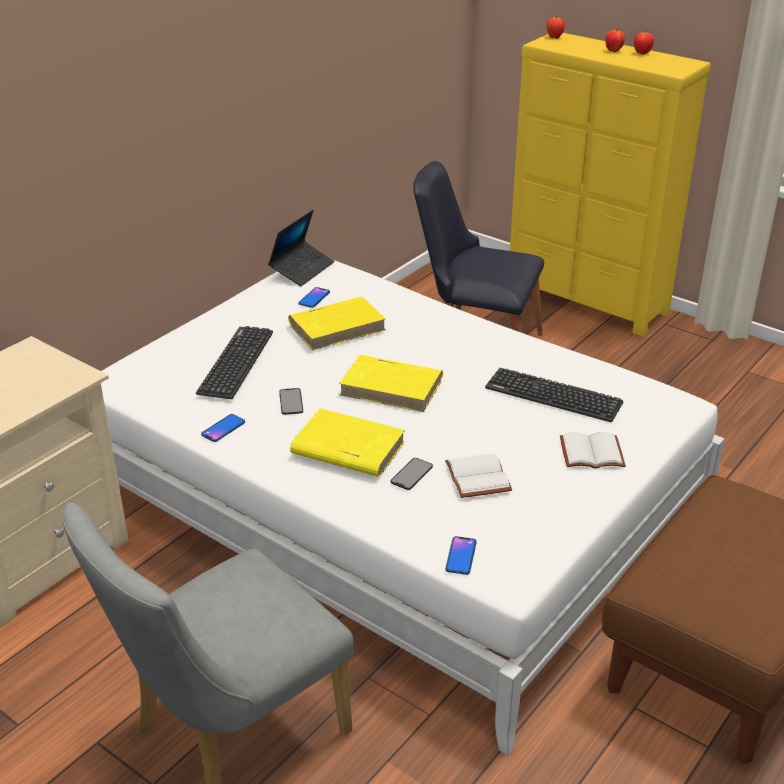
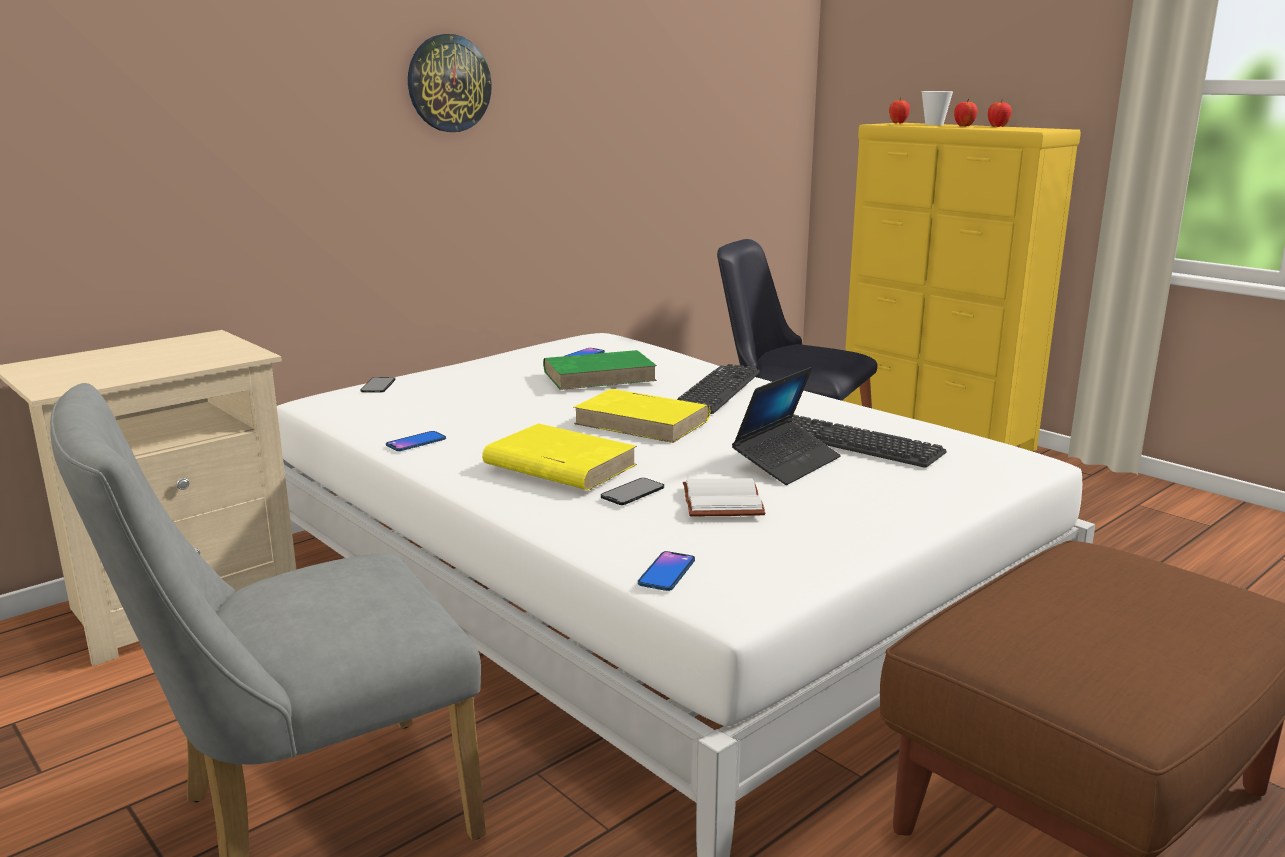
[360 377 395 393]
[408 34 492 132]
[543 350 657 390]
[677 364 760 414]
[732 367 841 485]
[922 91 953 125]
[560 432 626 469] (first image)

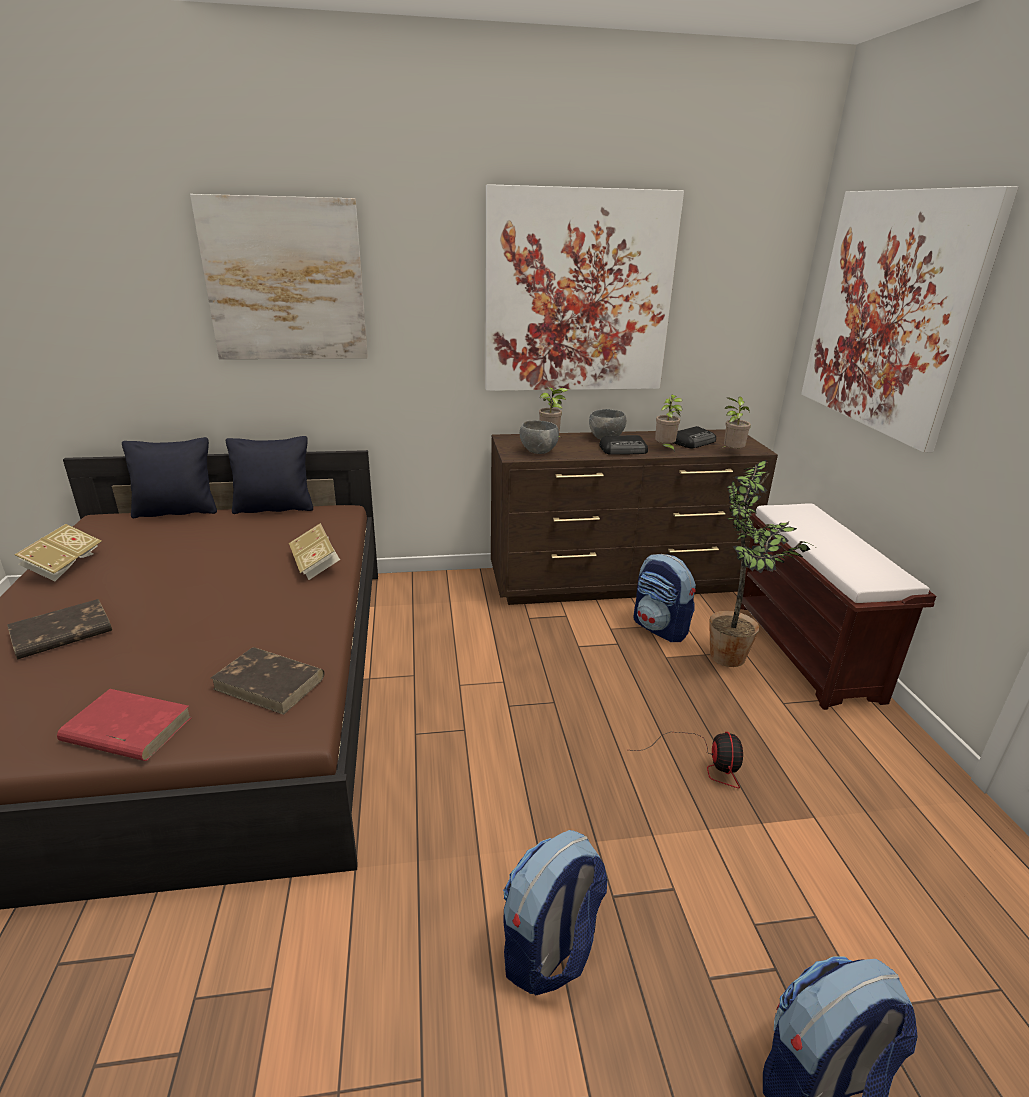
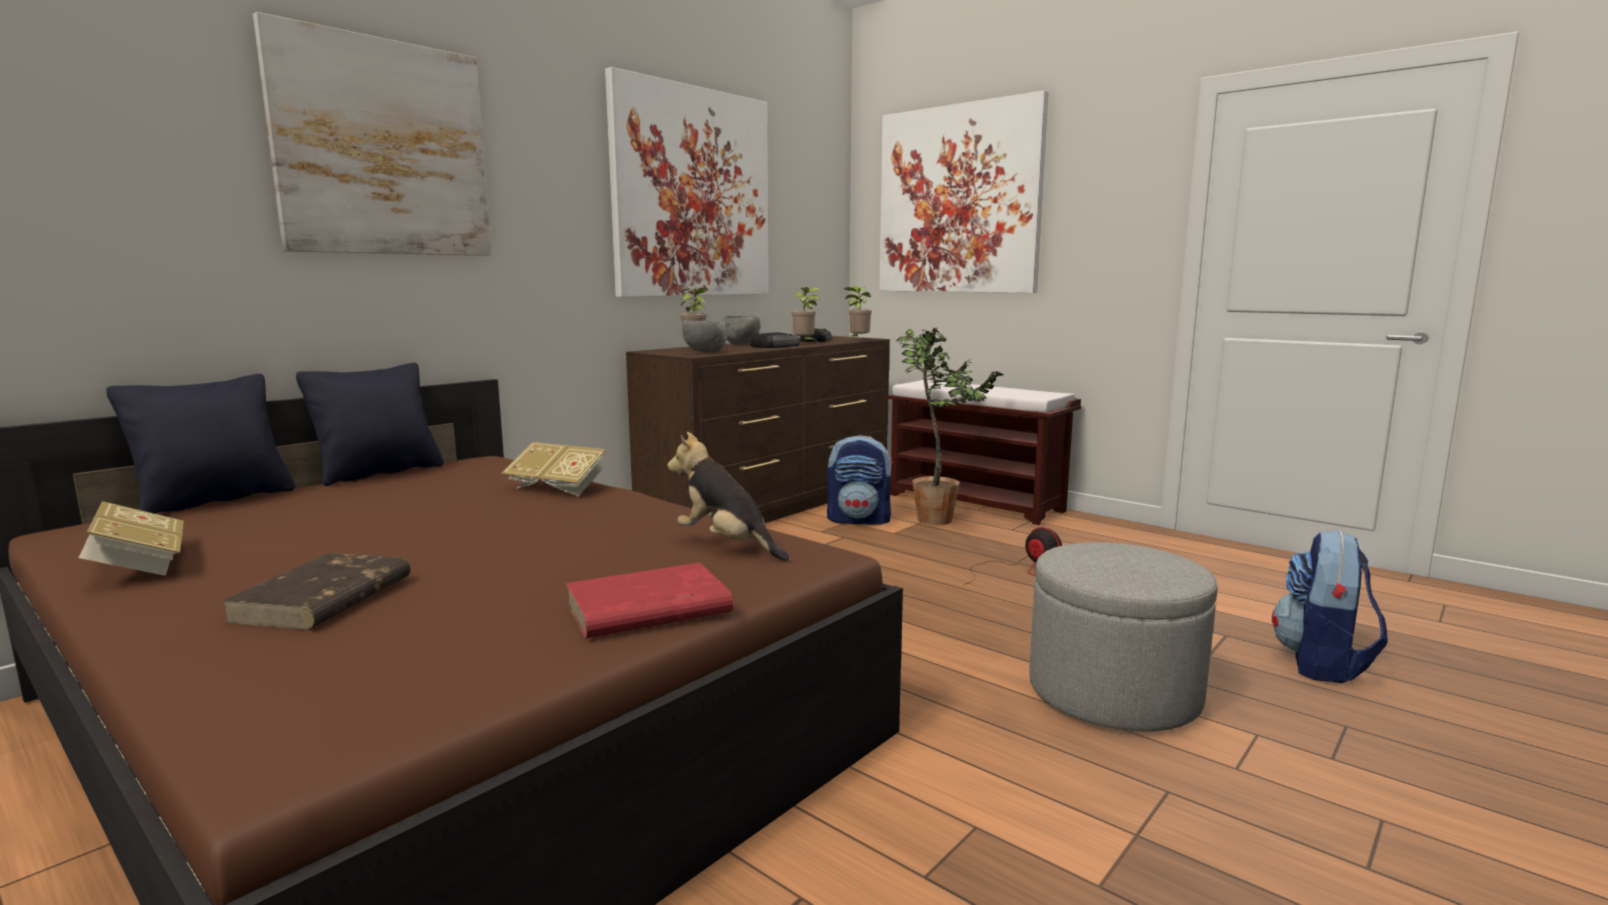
[668 432 789 561]
[1029 542 1218 731]

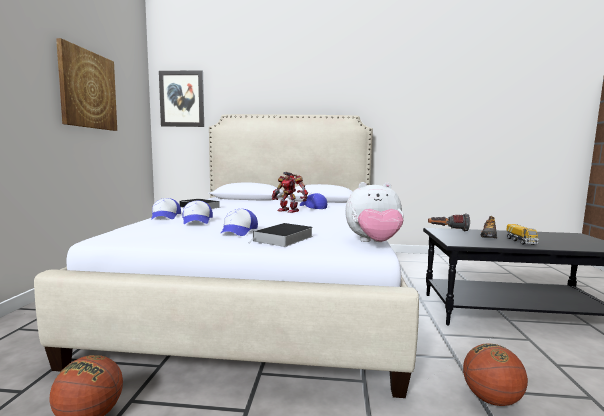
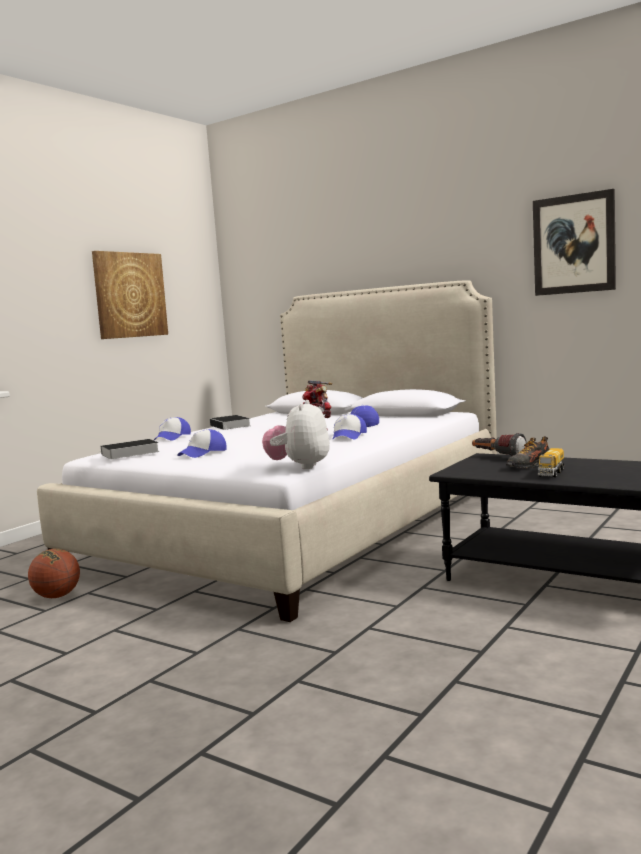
[97 439 160 459]
[262 400 330 469]
[332 414 367 440]
[533 189 616 296]
[463 343 528 406] (first image)

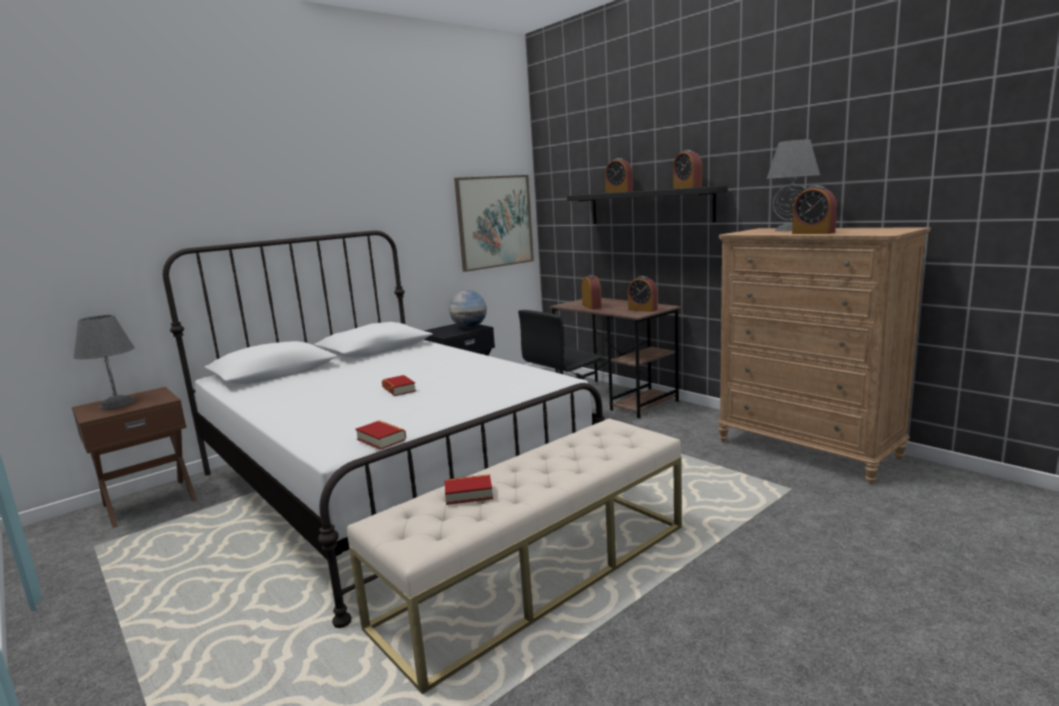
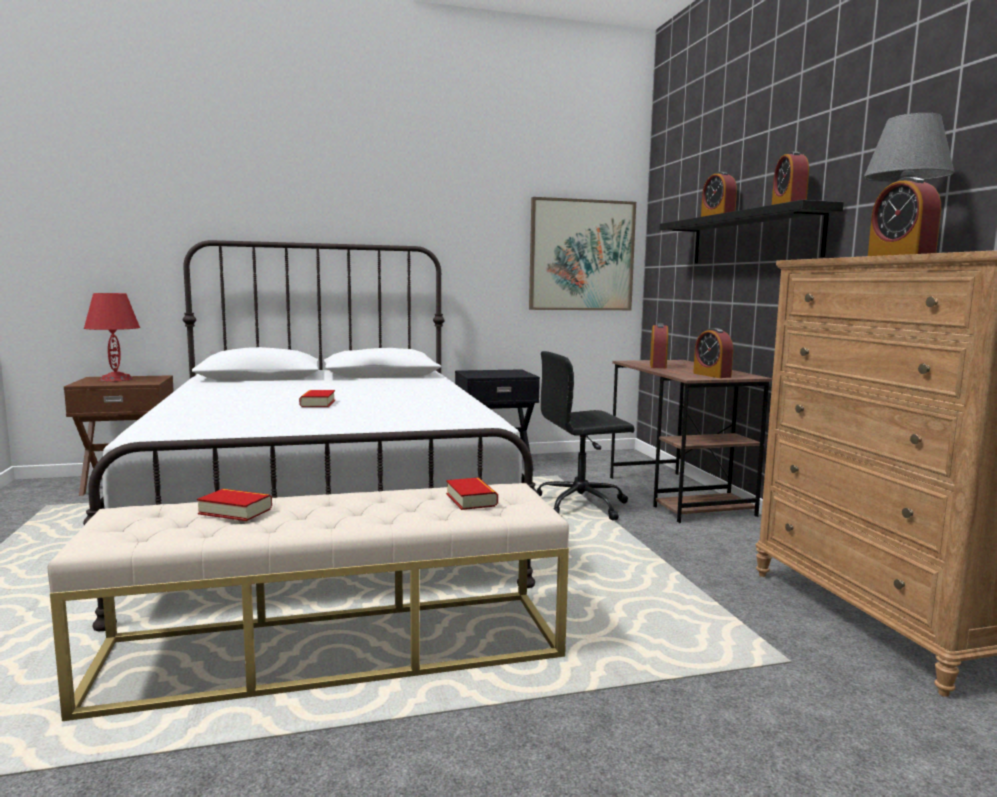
[84 293 140 382]
[446 477 498 510]
[449 290 487 328] (first image)

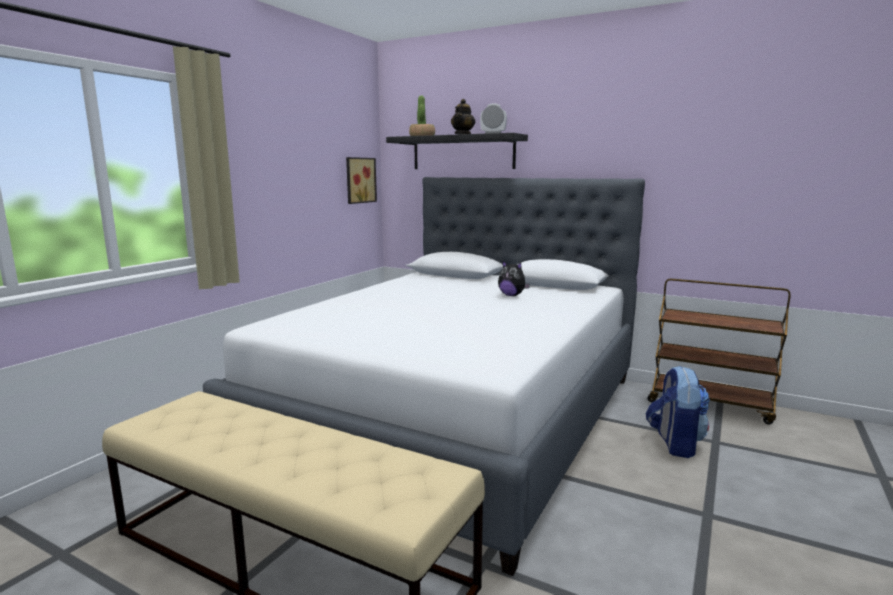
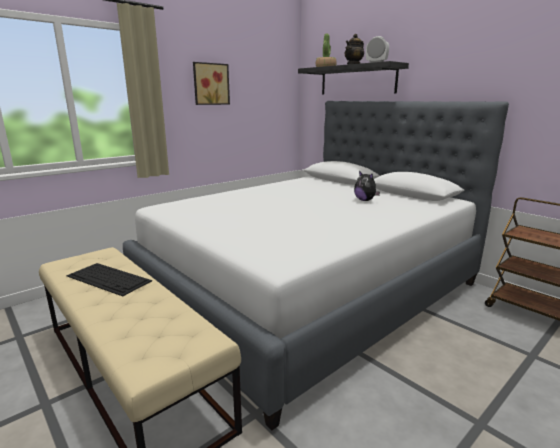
[66 263 152 296]
[193 62 230 105]
[646 365 710 458] (first image)

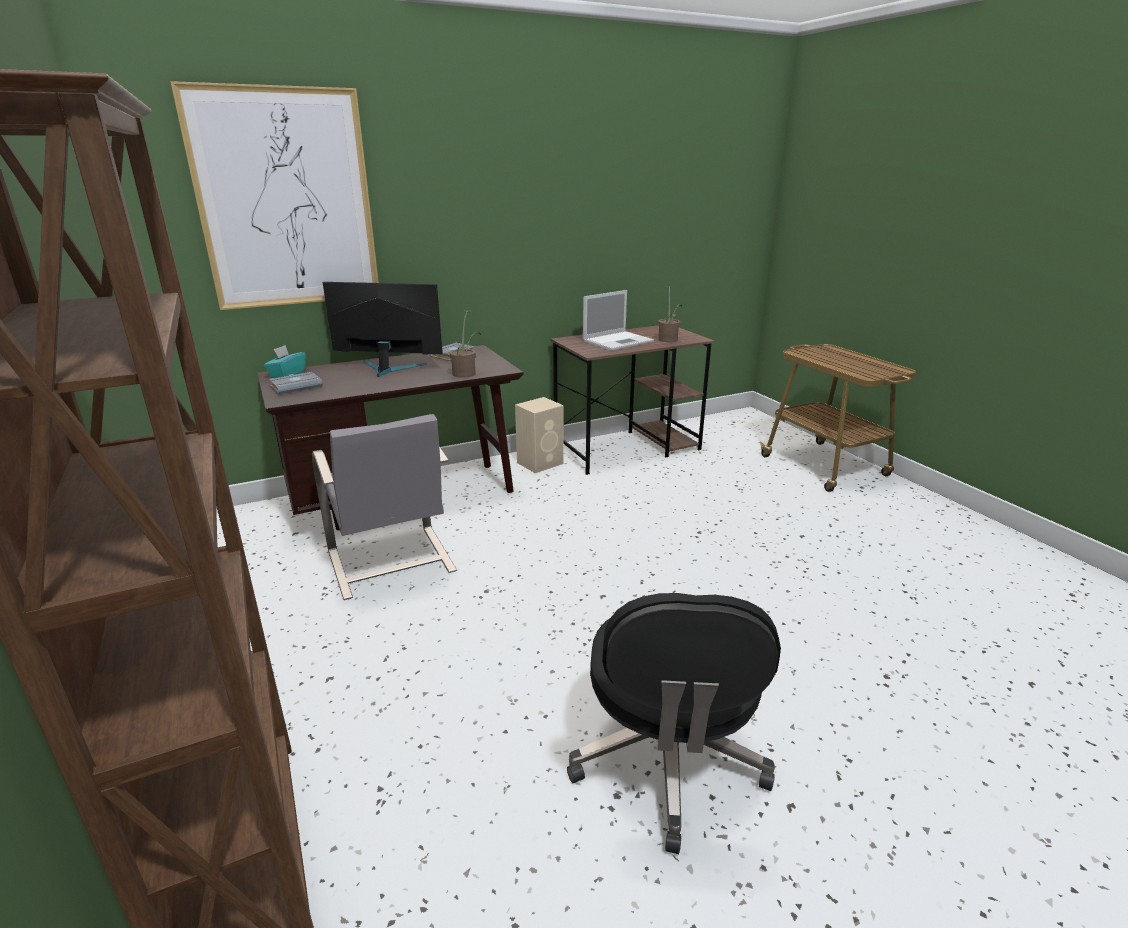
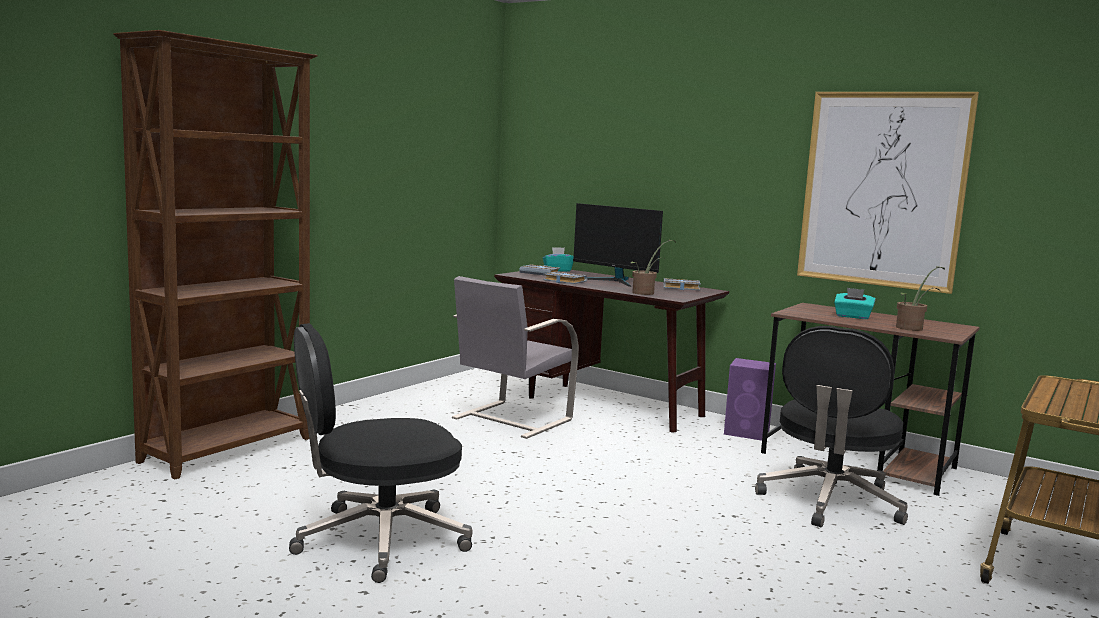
[543 271 588 284]
[573 203 663 287]
[724 358 776 441]
[755 326 908 527]
[797 92 979 294]
[834 288 875 319]

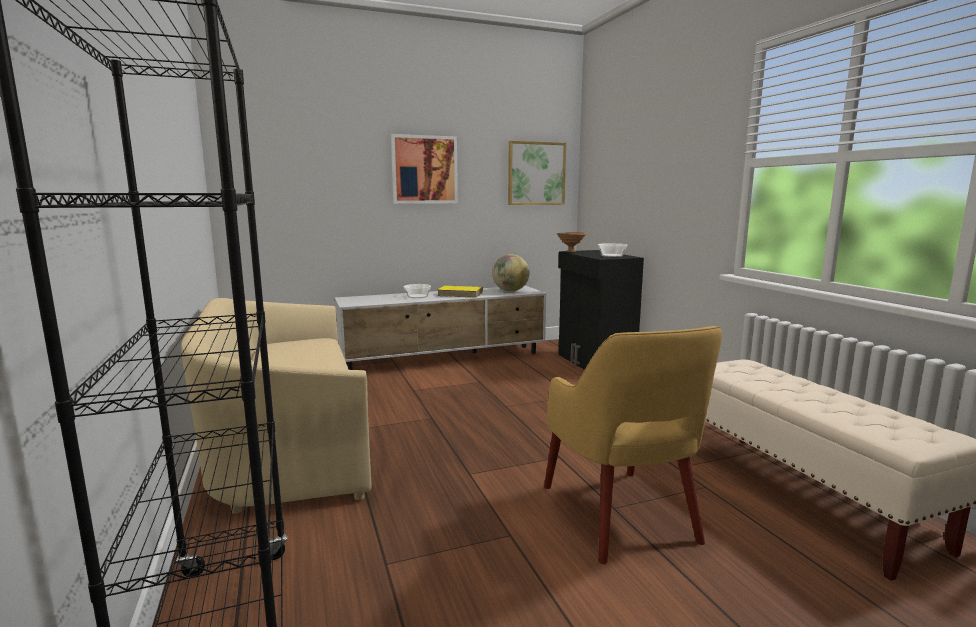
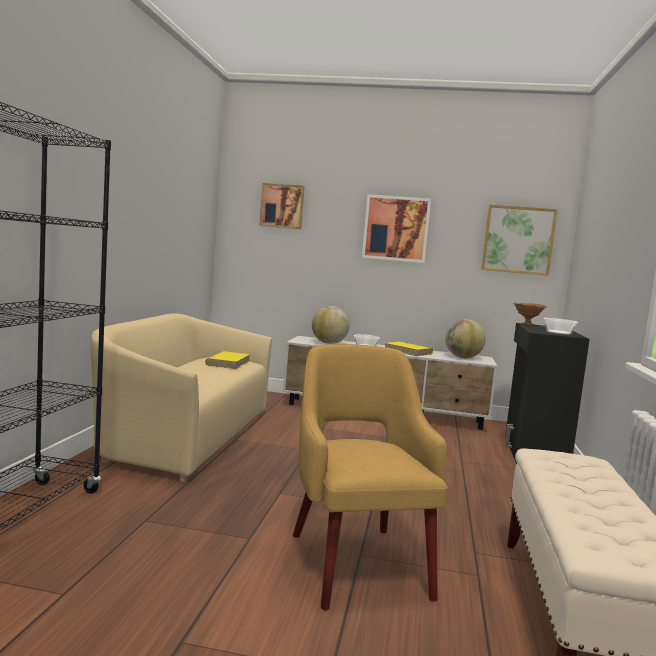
[205 351 250 369]
[259 183 305 229]
[293 344 448 610]
[312 306 350 344]

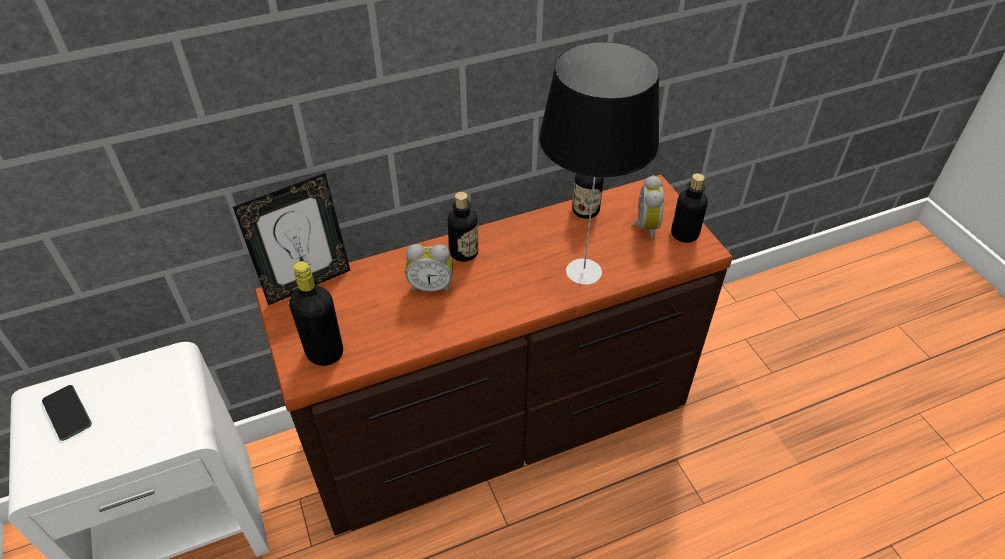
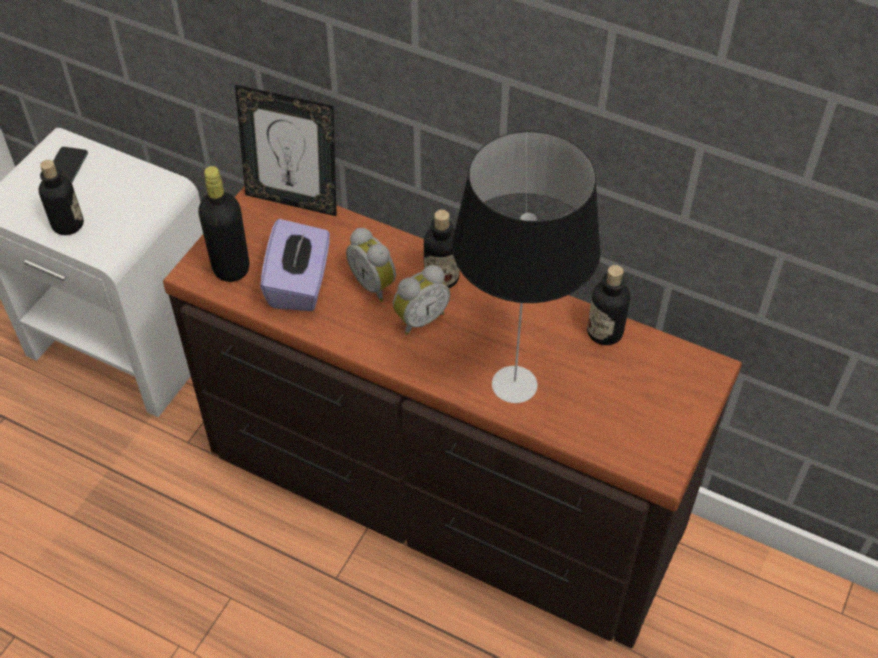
[39 160 84 235]
[260 219 330 311]
[393 265 450 335]

